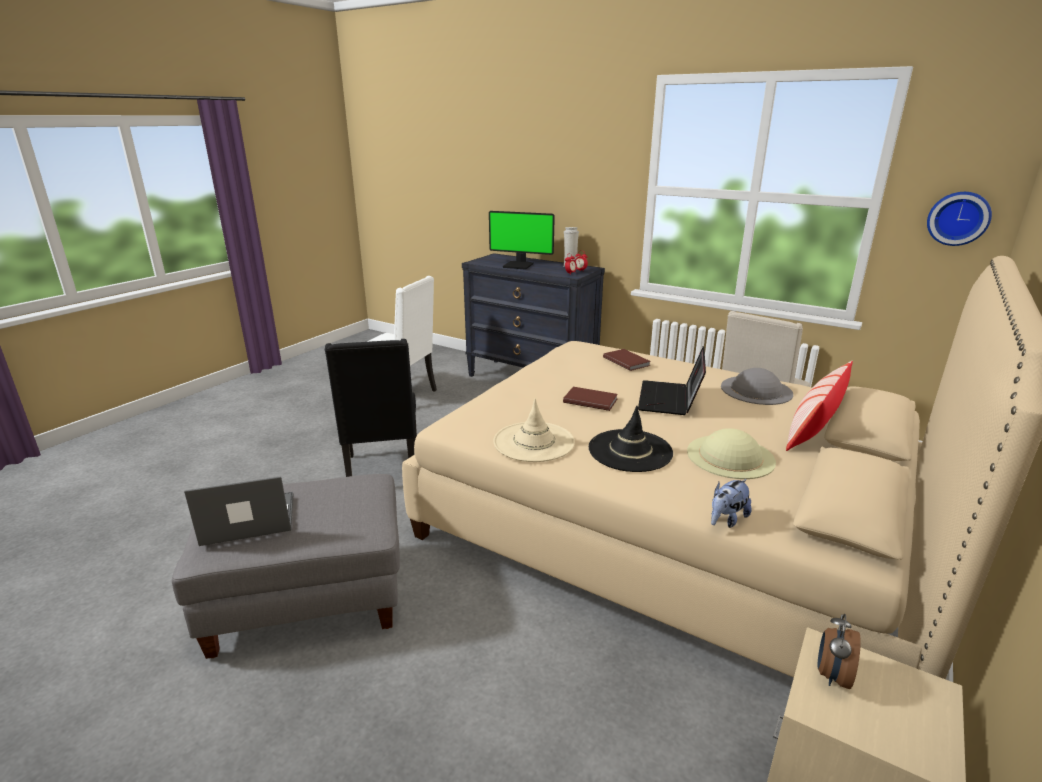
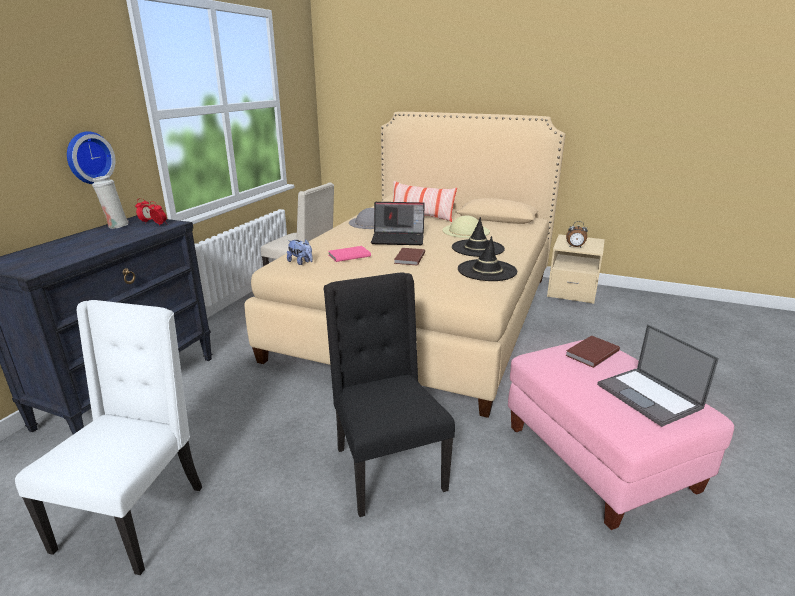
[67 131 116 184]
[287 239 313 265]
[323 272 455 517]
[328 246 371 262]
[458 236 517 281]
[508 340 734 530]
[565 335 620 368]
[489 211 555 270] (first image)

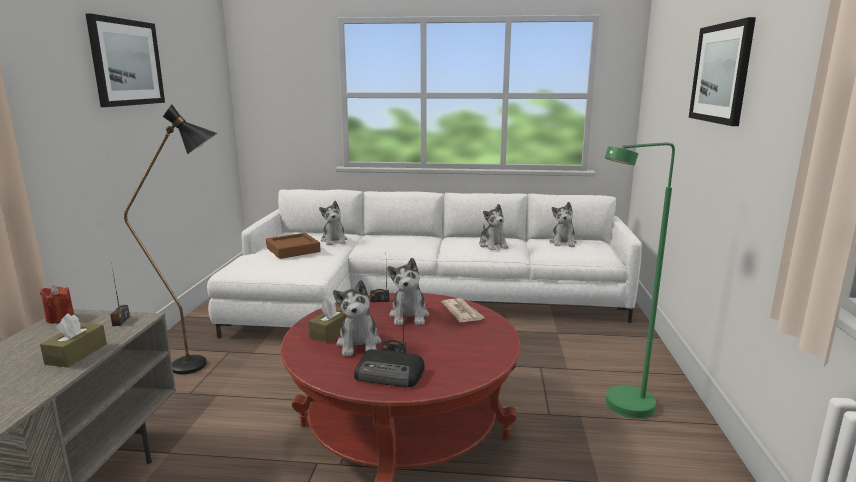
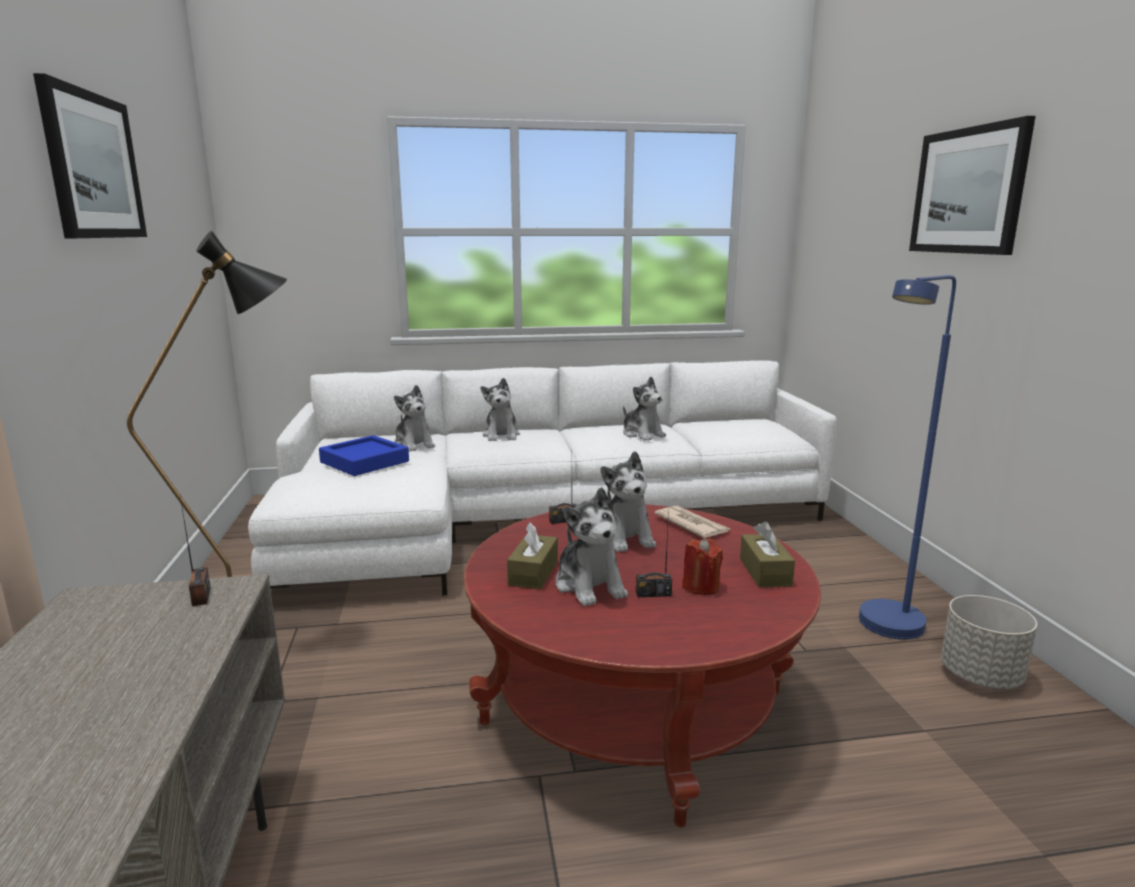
[319 435 409 476]
[481 378 520 441]
[682 538 723 595]
[740 521 795 587]
[859 275 956 640]
[941 595 1037 689]
[354 349 425 387] (first image)

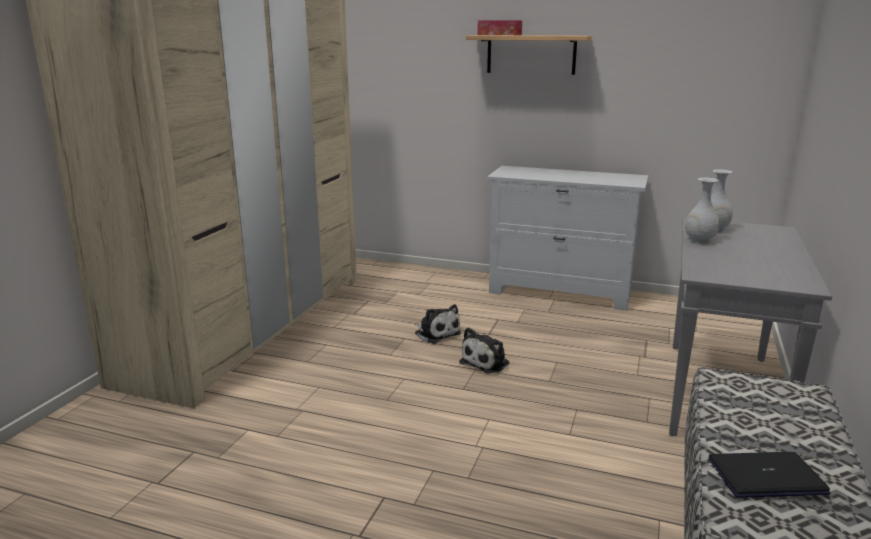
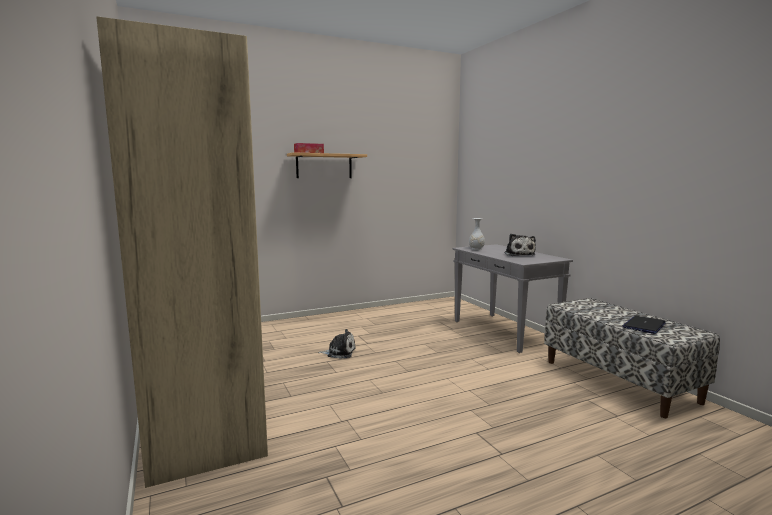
[504 233 536 256]
[487 166 648 311] (first image)
[685 178 719 244] (first image)

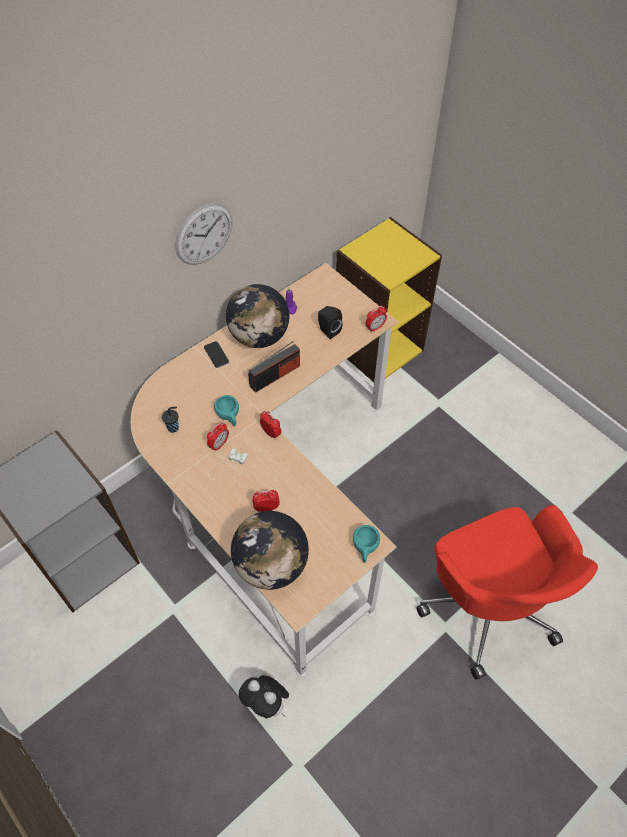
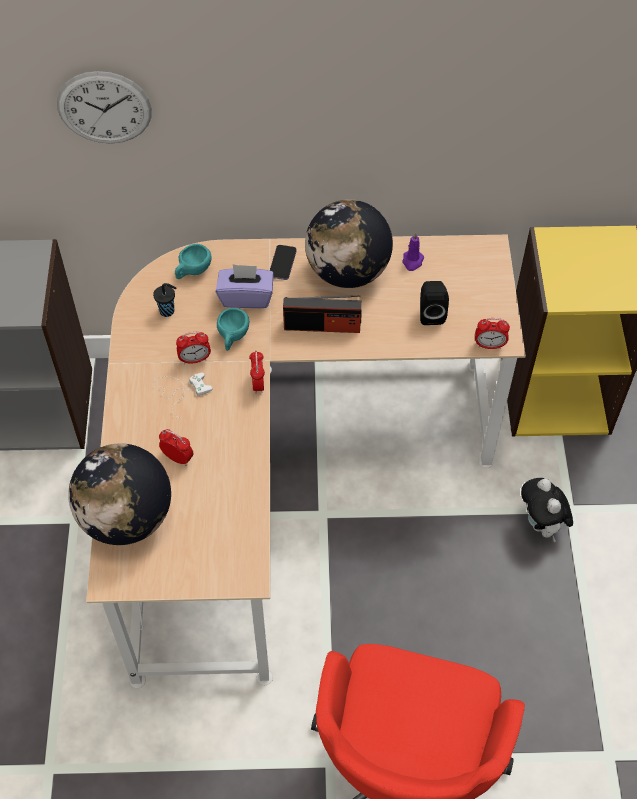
[57 71 152 144]
[175 244 212 279]
[216 264 274 308]
[521 478 573 542]

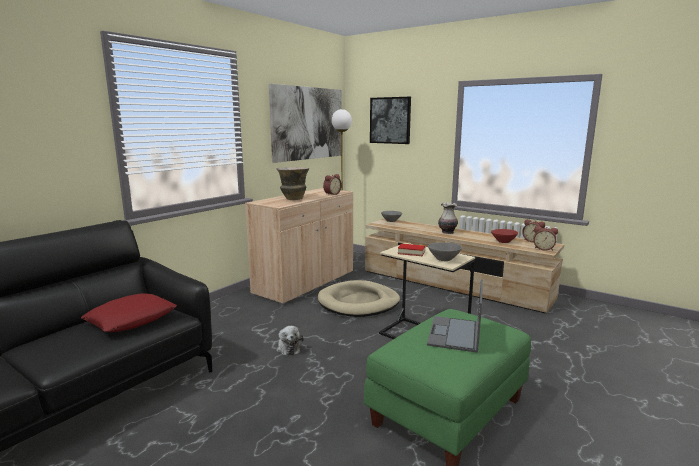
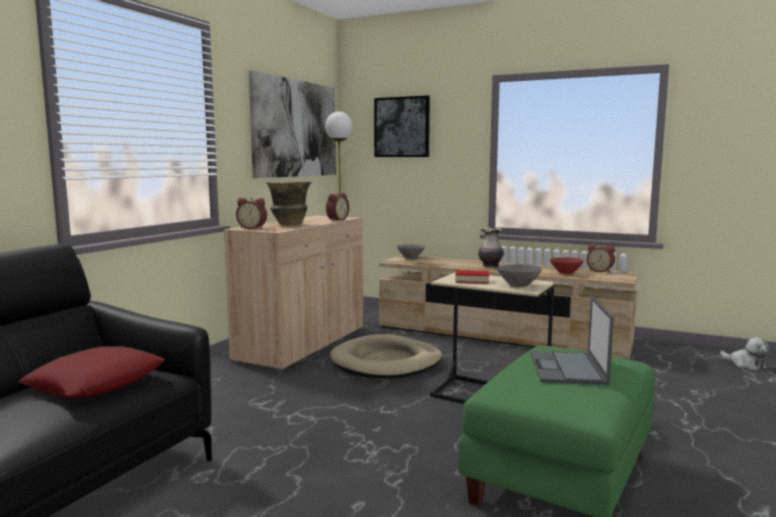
[236 198 267 229]
[720 337 769 370]

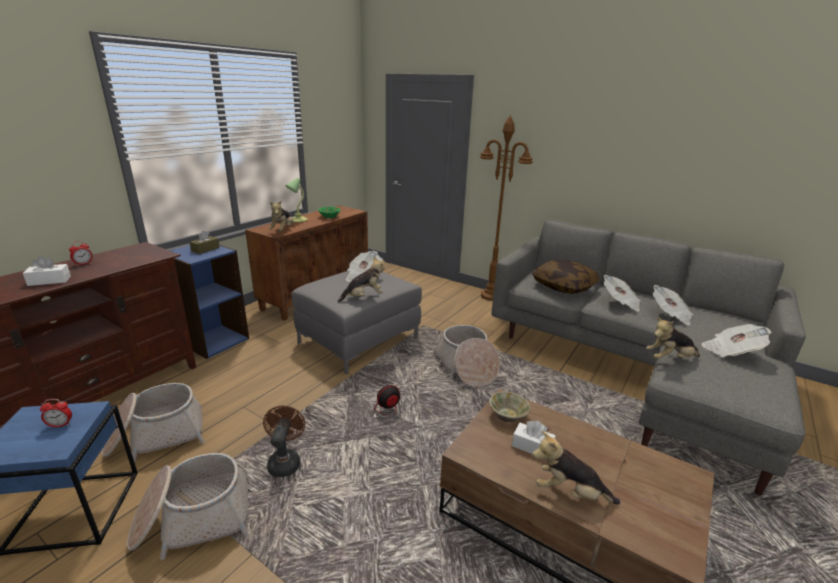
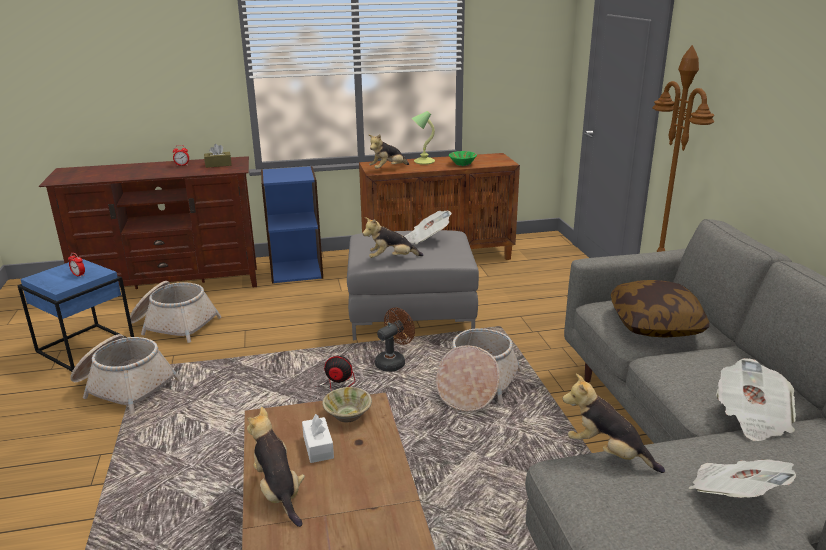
[204 144 232 168]
[362 217 424 258]
[375 308 415 372]
[23 256 71 286] (first image)
[604 275 641 311] (first image)

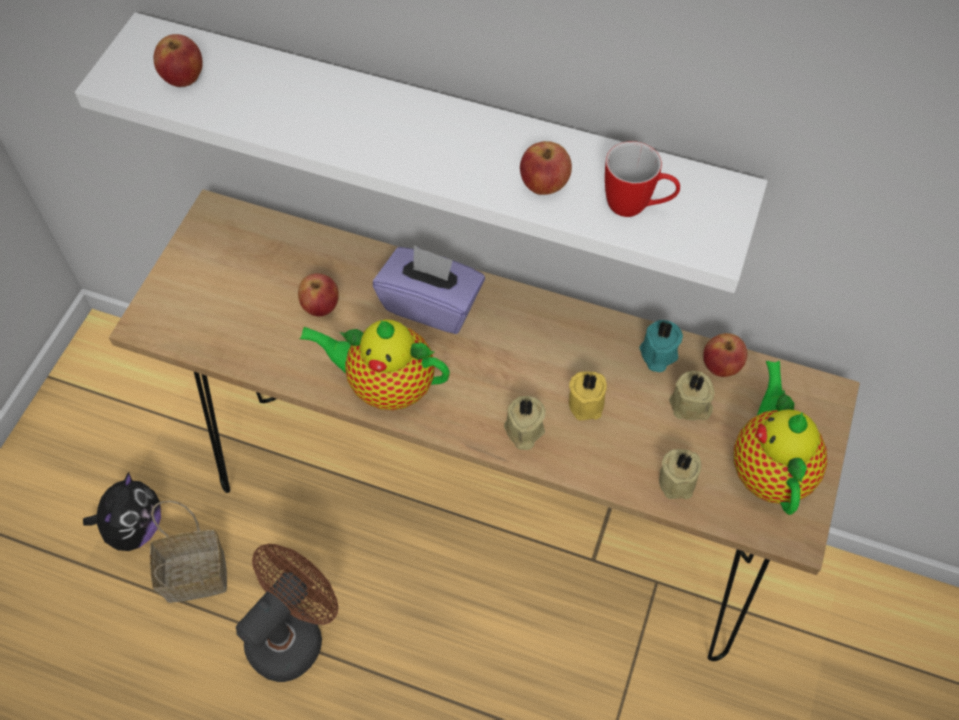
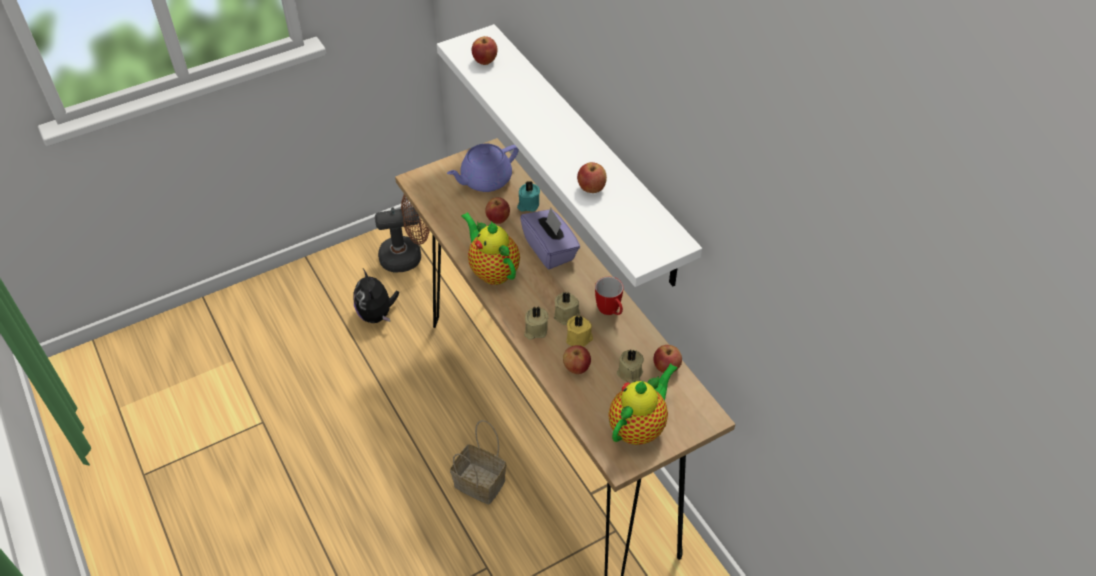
[353 269 399 323]
[375 195 430 273]
[447 143 519 192]
[450 420 506 504]
[517 181 540 212]
[554 292 580 325]
[563 345 591 374]
[595 277 623 315]

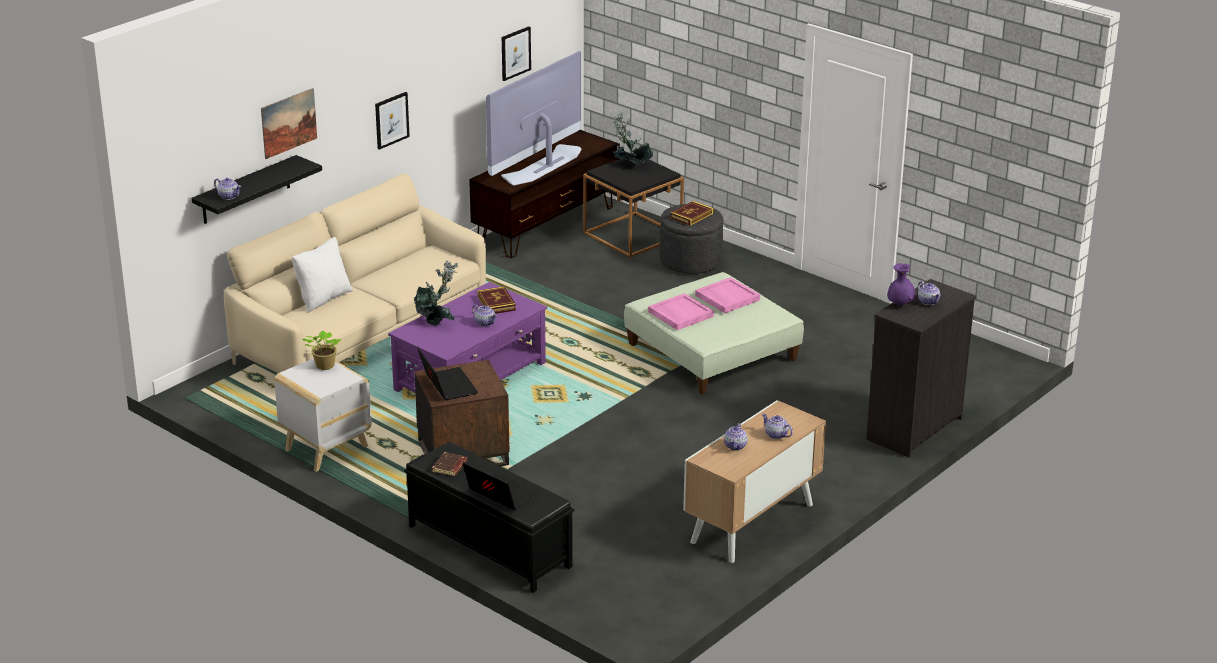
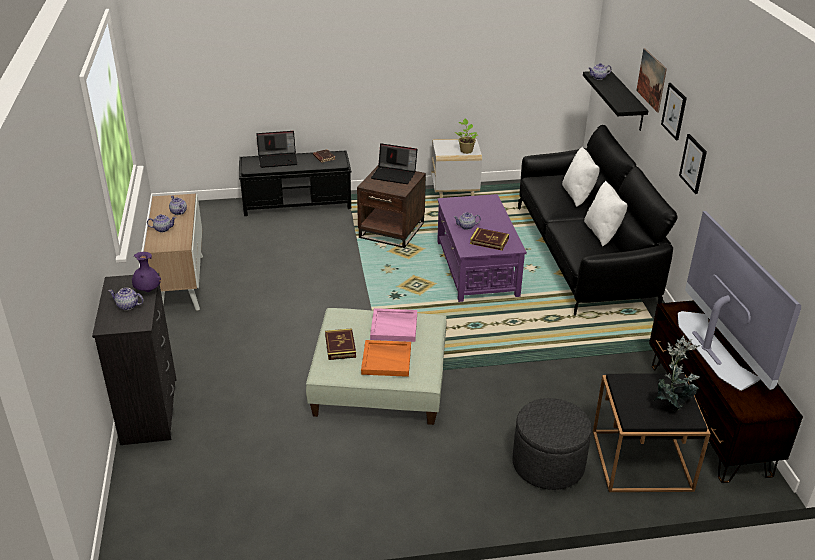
[325 328 356 360]
[361 340 411 377]
[518 125 678 316]
[584 181 627 246]
[661 83 687 140]
[414 261 458 326] (first image)

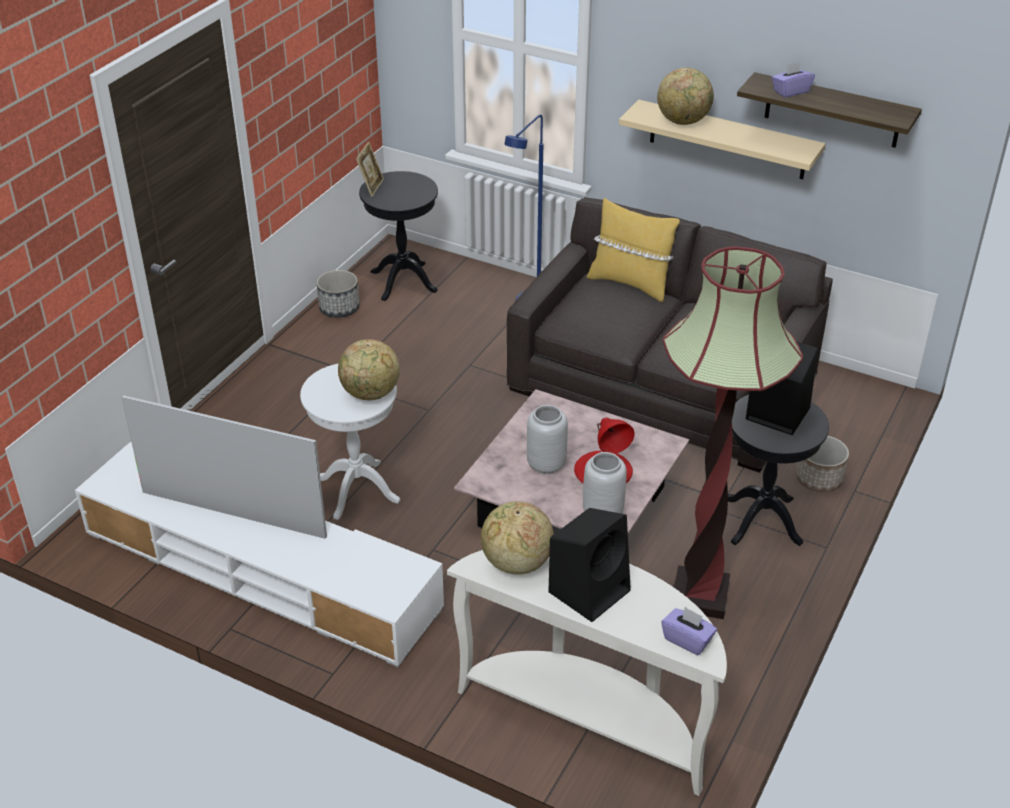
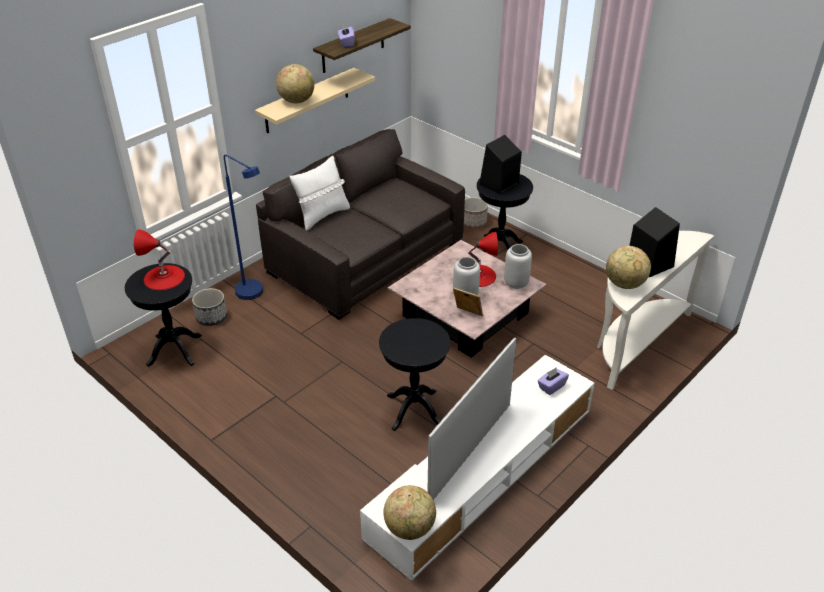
[134 229 185 290]
[192 288 227 326]
[289 156 350 231]
[379 318 450 431]
[384 485 436 540]
[453 287 483 316]
[538 368 569 395]
[663 246 803 619] (first image)

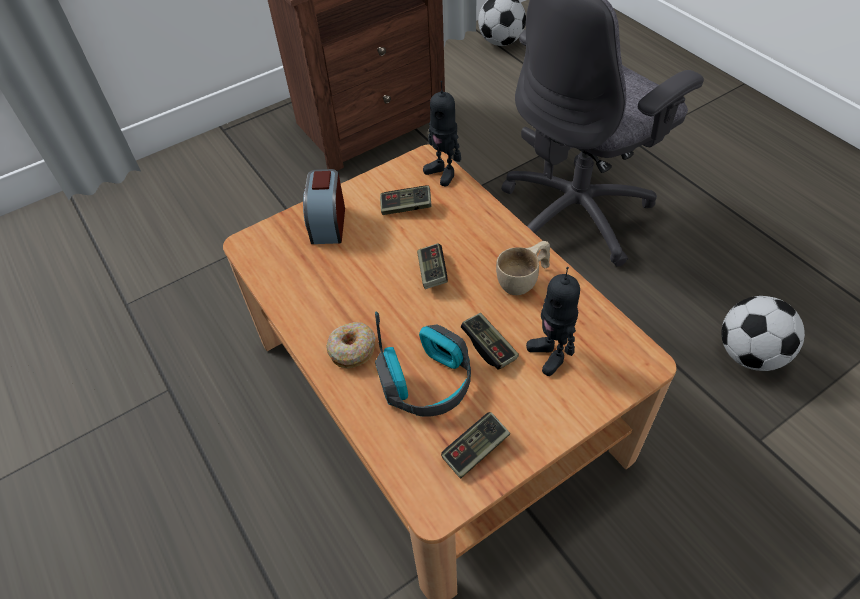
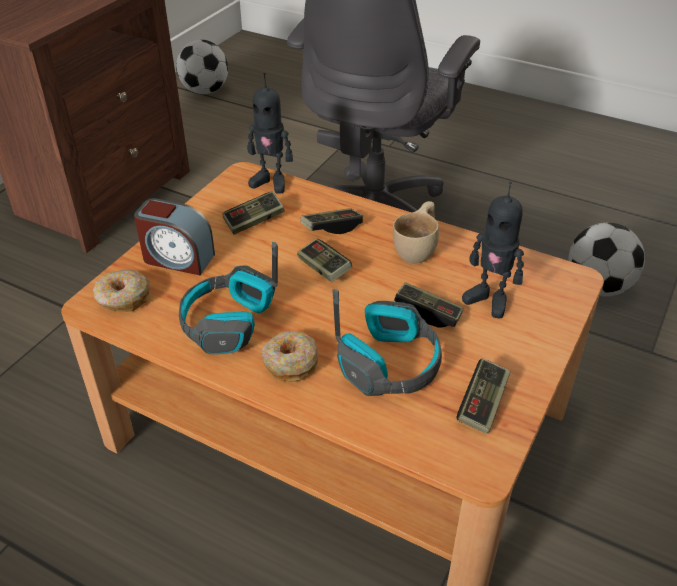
[93 270 150 312]
[134 198 215 275]
[179 242 278 355]
[301 208 363 234]

